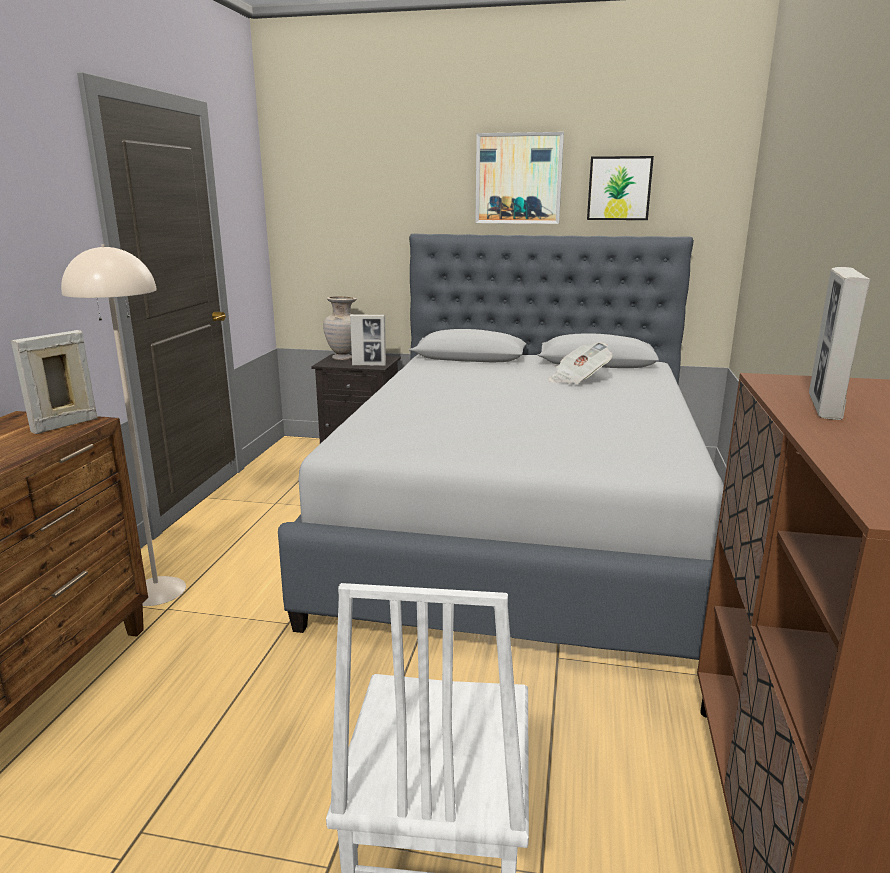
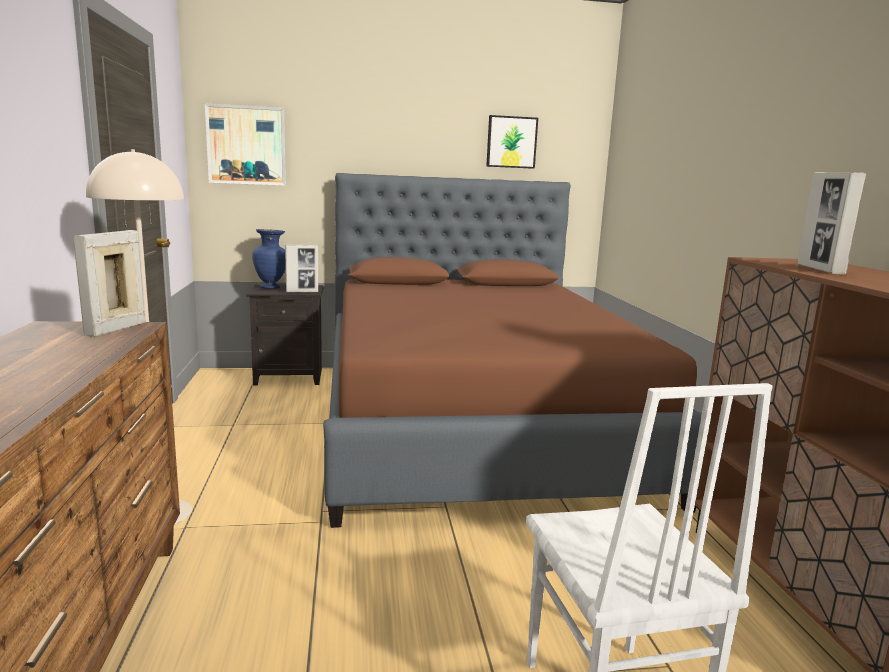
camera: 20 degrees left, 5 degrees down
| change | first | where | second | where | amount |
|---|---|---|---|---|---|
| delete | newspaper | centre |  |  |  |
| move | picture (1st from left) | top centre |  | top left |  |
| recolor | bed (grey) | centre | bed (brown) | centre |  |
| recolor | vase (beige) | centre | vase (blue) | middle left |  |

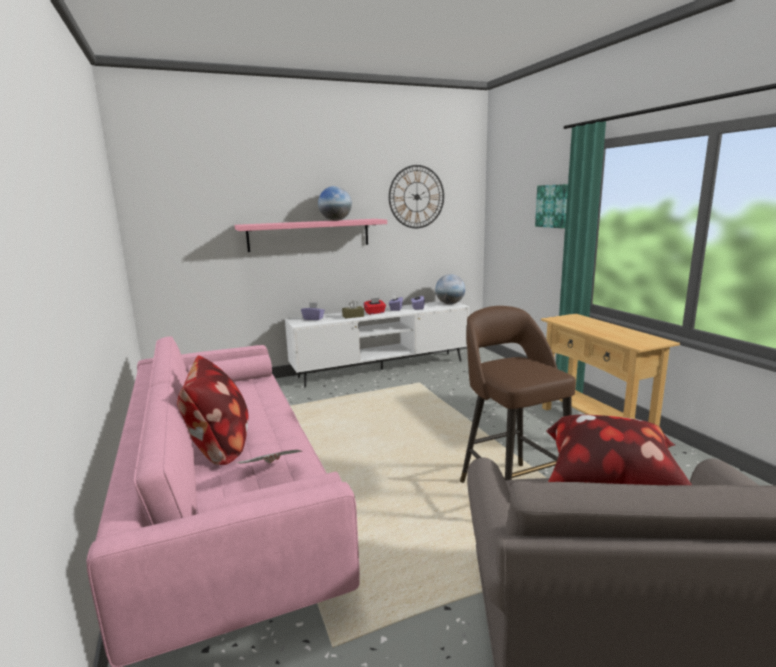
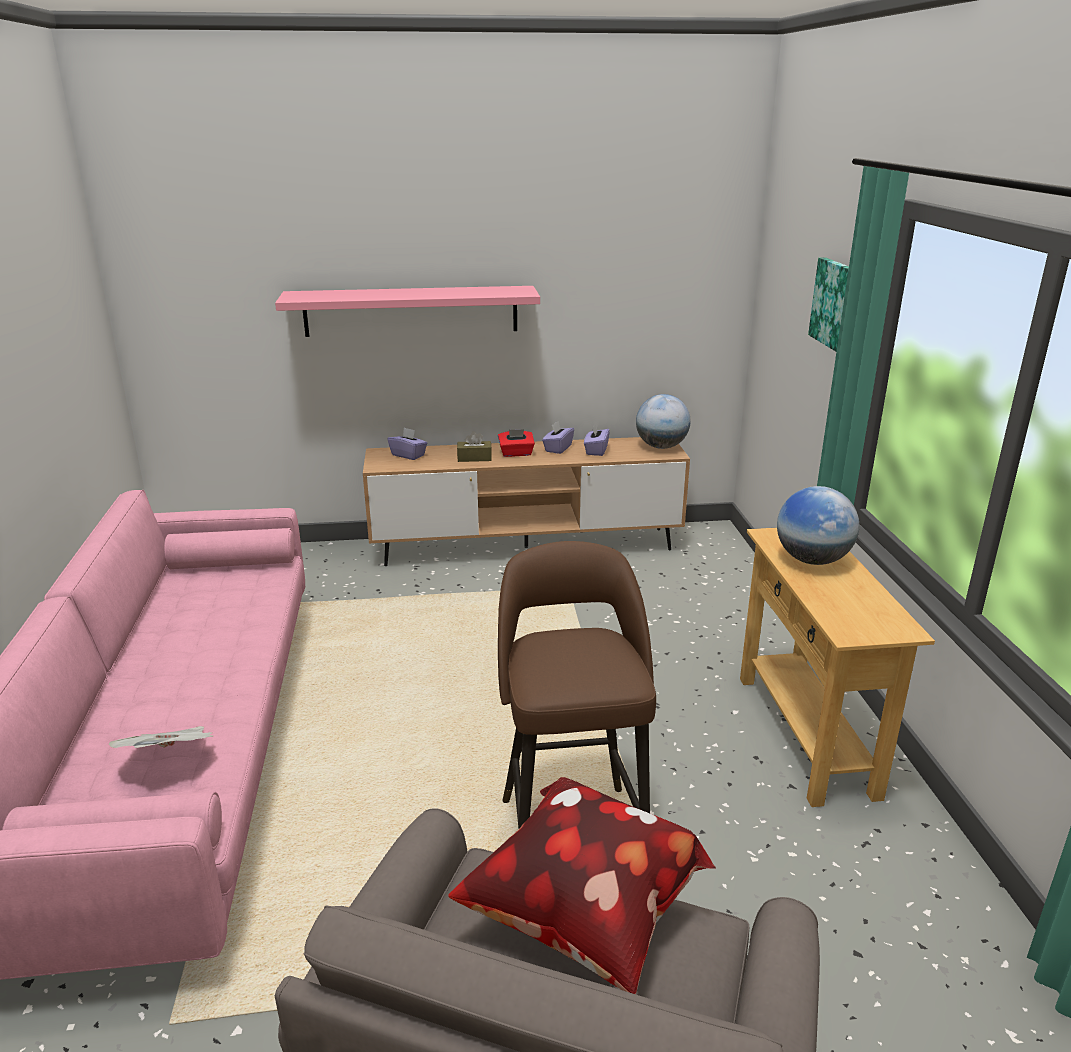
camera: 15 degrees right, 10 degrees up
| change | first | where | second | where | amount |
|---|---|---|---|---|---|
| delete | pillow (1st from left) | middle left |  |  |  |
| delete | wall clock | top centre |  |  |  |
| move | globe (1st from left in the first image) | top centre | globe (2nd from left) | middle right |  |
| recolor | tv stand (white) | centre | tv stand (brown) | centre |  |

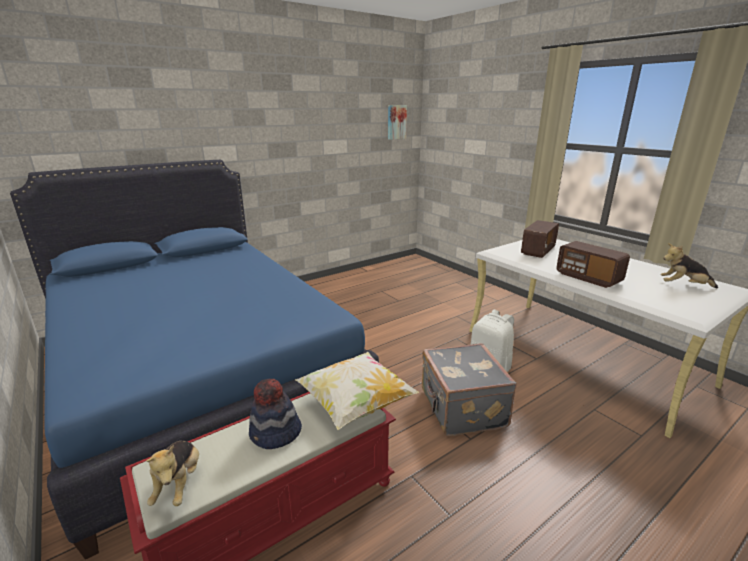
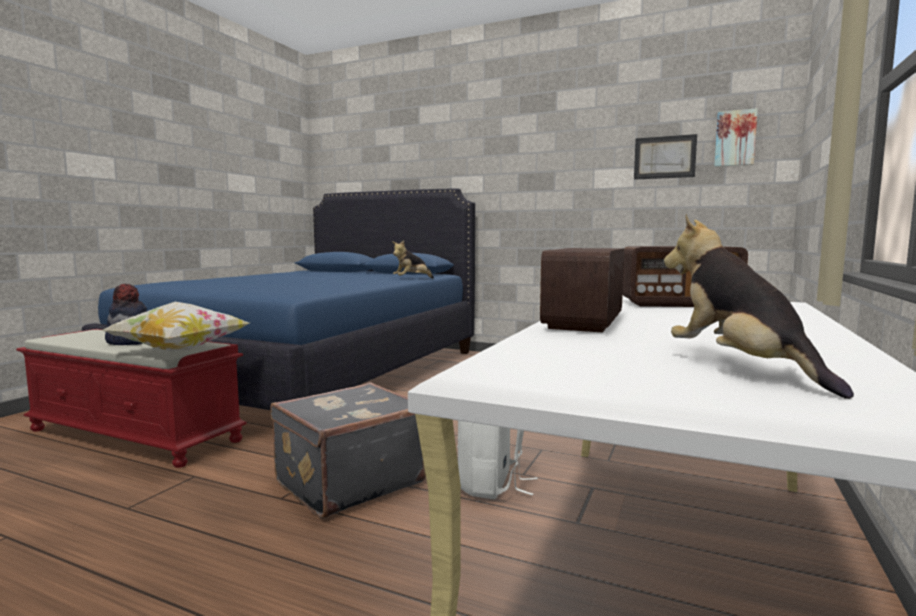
camera: 60 degrees right, 15 degrees down
| change | first | where | second | where | amount |
|---|---|---|---|---|---|
| insert |  |  | picture (1st from left) | top right |  |
| move | plush toy (1st from left) | bottom left |  | centre |  |

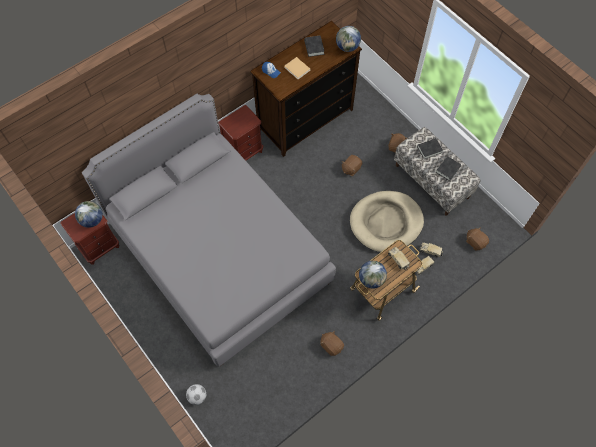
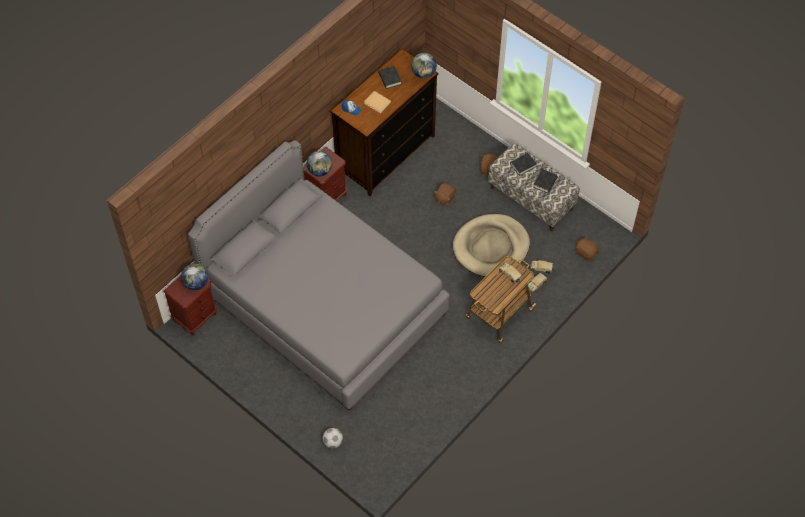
camera: 10 degrees left, 5 degrees down
| change | first | where | second | where | amount |
|---|---|---|---|---|---|
| delete | plush toy (brown) (1st from left) | bottom centre |  |  |  |
| move | globe (3rd from left in the first image) | centre | globe (2nd from left) | top centre |  |

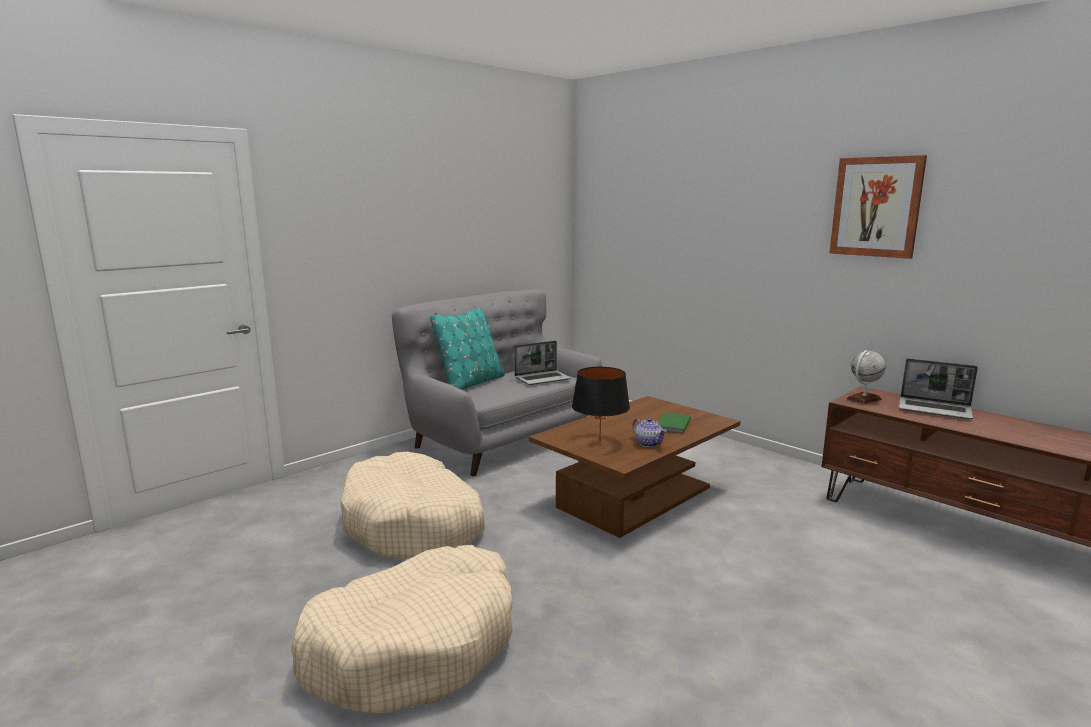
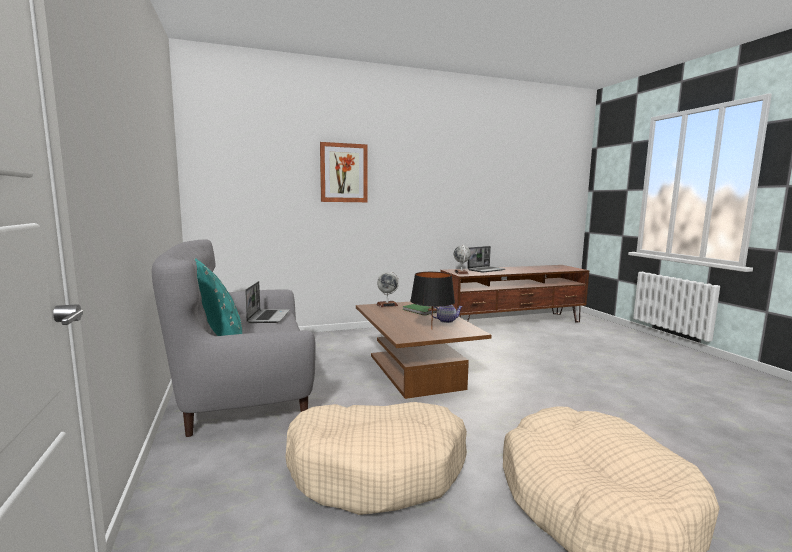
camera: 65 degrees left, 5 degrees down
| change | first | where | second | where | amount |
|---|---|---|---|---|---|
| insert |  |  | globe (1st from left) | centre |  |
| move | picture | top right |  | top centre |  |

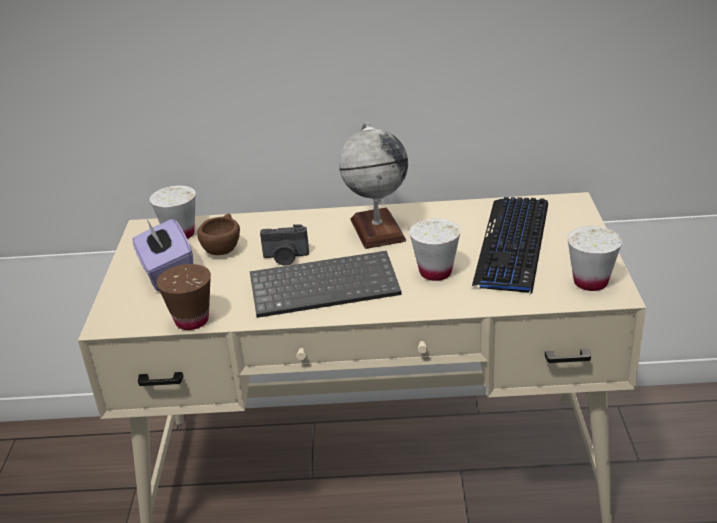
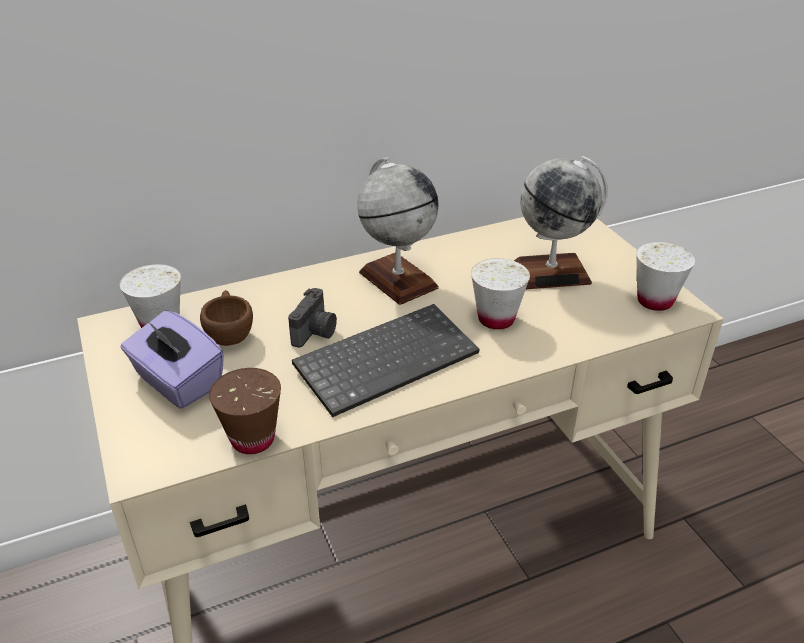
camera: 25 degrees left, 5 degrees up
| change | first | where | second | where | amount |
|---|---|---|---|---|---|
| replace | keyboard (2nd from left) | middle right | globe (2nd from left) | middle right |  |
| rotate | photo camera | centre |  | centre | 45 degrees counterclockwise |

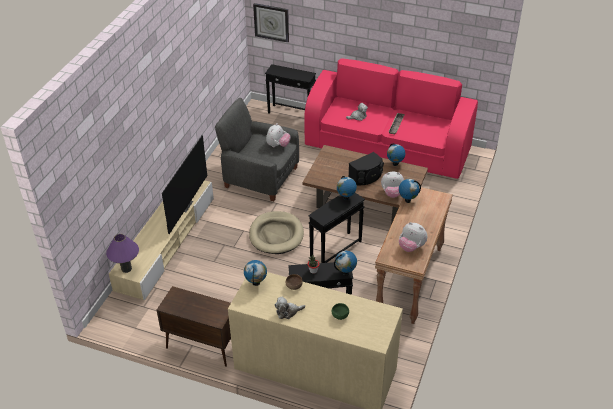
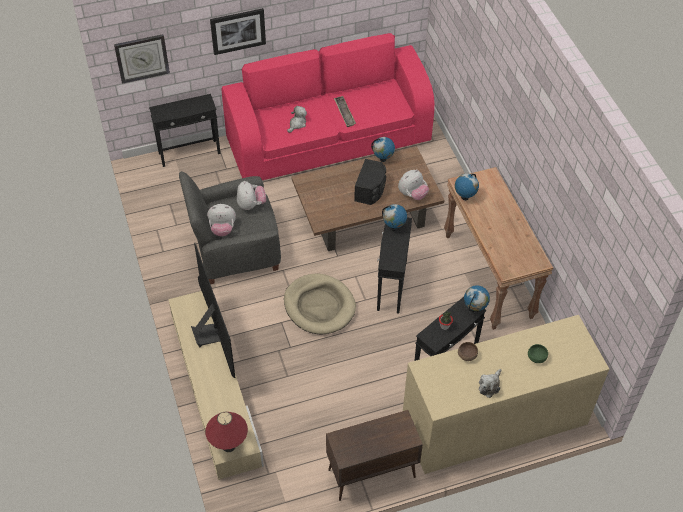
camera: 40 degrees left, 10 degrees up
| change | first | where | second | where | amount |
|---|---|---|---|---|---|
| delete | globe (1st from left) | bottom centre |  |  |  |
| insert |  |  | picture | top centre |  |
| move | plush toy (5th from left in the first image) | middle right | plush toy (1st from left) | middle left |  |
| recolor | table lamp (purple) | middle left | table lamp (red) | bottom left |  |

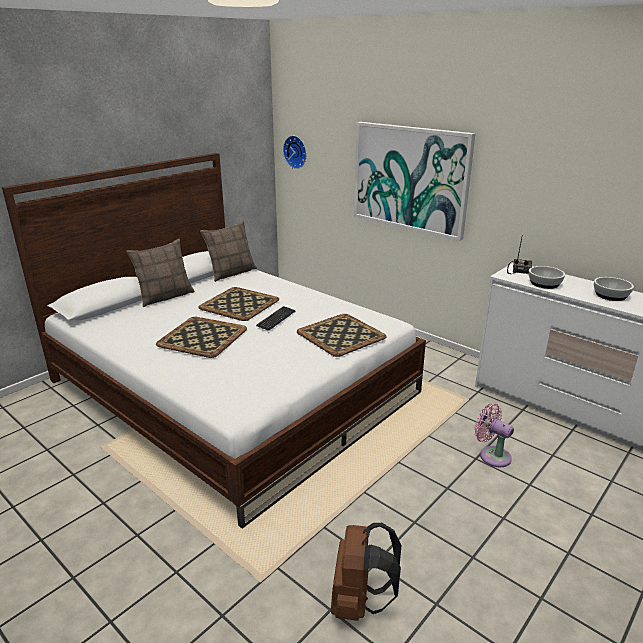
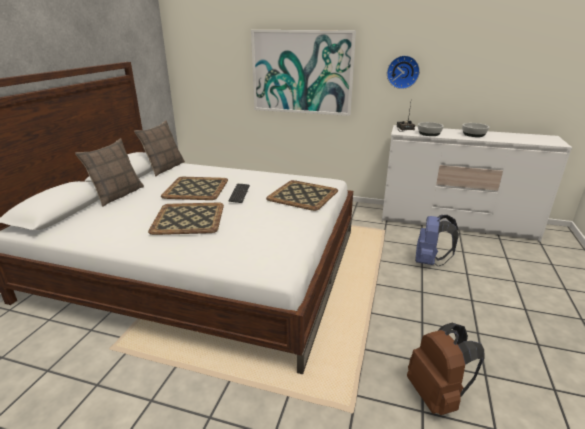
camera: 25 degrees left, 0 degrees up
| change | first | where | second | where | amount |
|---|---|---|---|---|---|
| move | wall clock | top centre |  | top right |  |
| replace | fan (pink) | bottom right | backpack (blue) | middle right |  |

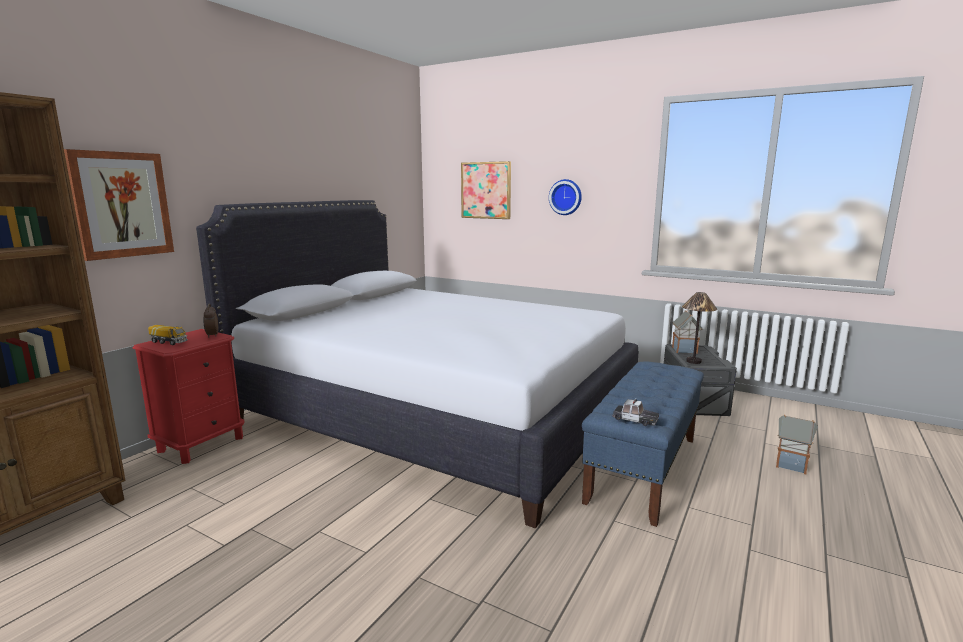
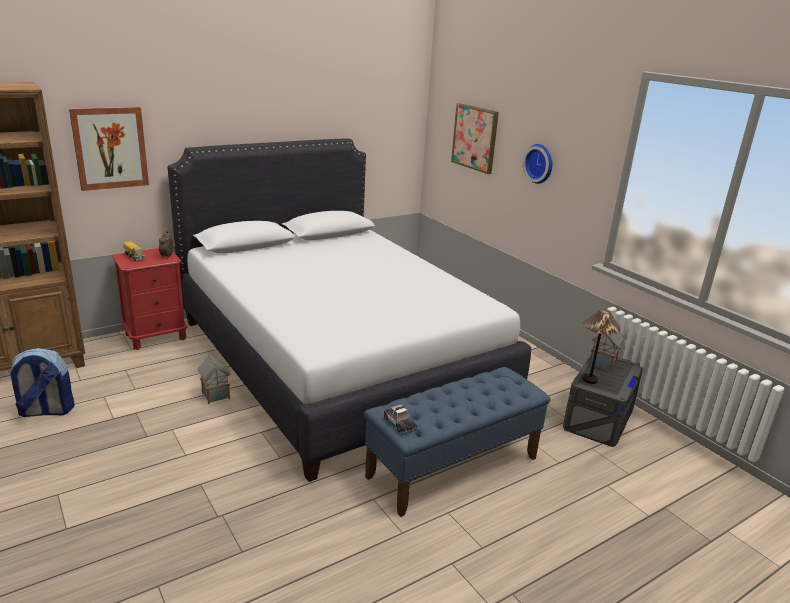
camera: 25 degrees right, 10 degrees up
| change | first | where | second | where | amount |
|---|---|---|---|---|---|
| insert |  |  | backpack | middle left |  |
| move | toy house (2nd from left in the first image) | bottom right | toy house (1st from left) | middle left |  |

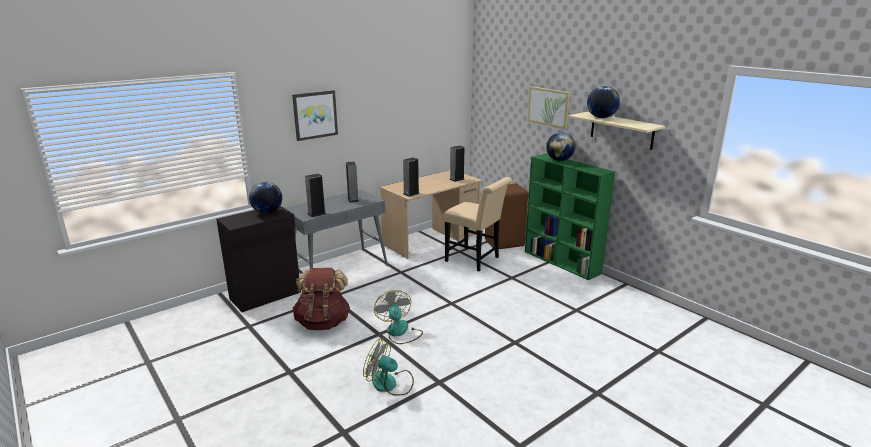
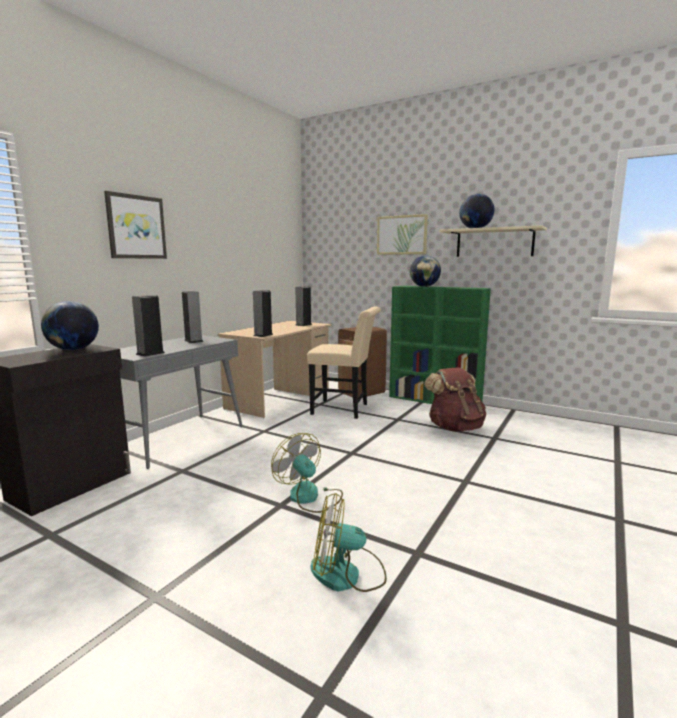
camera: 20 degrees left, 10 degrees down
| change | first | where | second | where | amount |
|---|---|---|---|---|---|
| move | backpack (brown) | bottom centre |  | middle right |  |

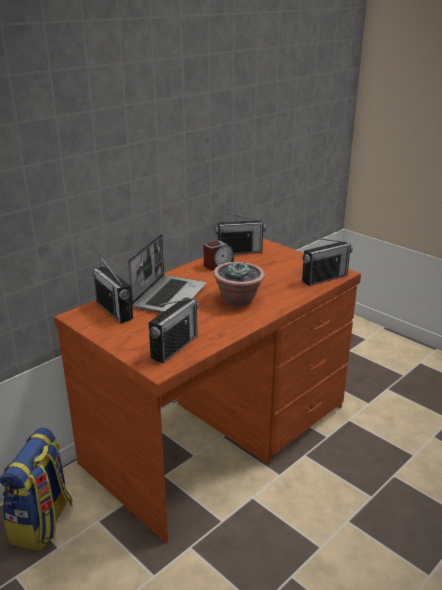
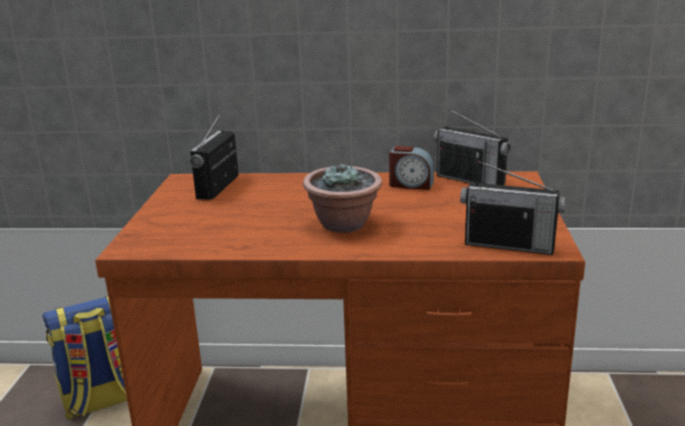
camera: 50 degrees right, 5 degrees down
| change | first | where | second | where | amount |
|---|---|---|---|---|---|
| delete | laptop | centre |  |  |  |
| delete | radio (2nd from left) | centre |  |  |  |

